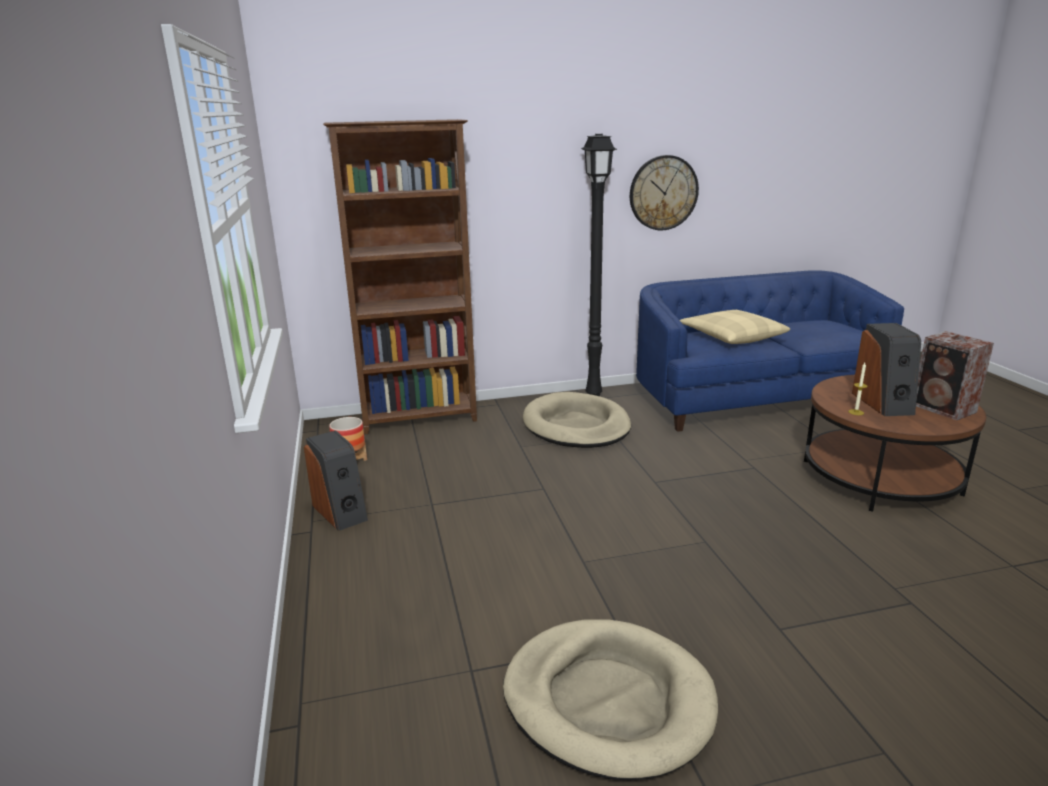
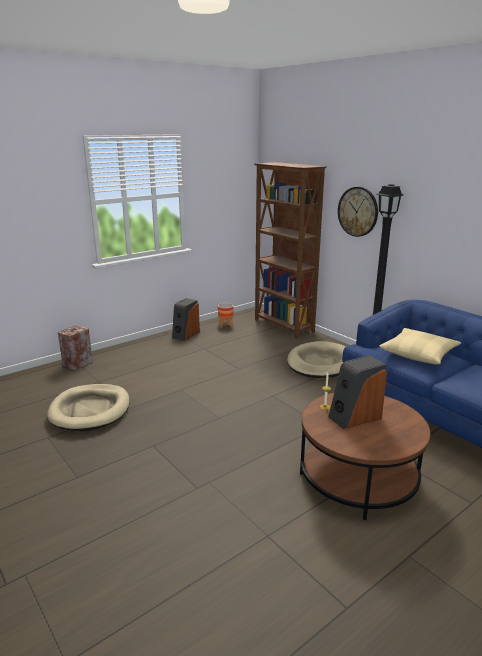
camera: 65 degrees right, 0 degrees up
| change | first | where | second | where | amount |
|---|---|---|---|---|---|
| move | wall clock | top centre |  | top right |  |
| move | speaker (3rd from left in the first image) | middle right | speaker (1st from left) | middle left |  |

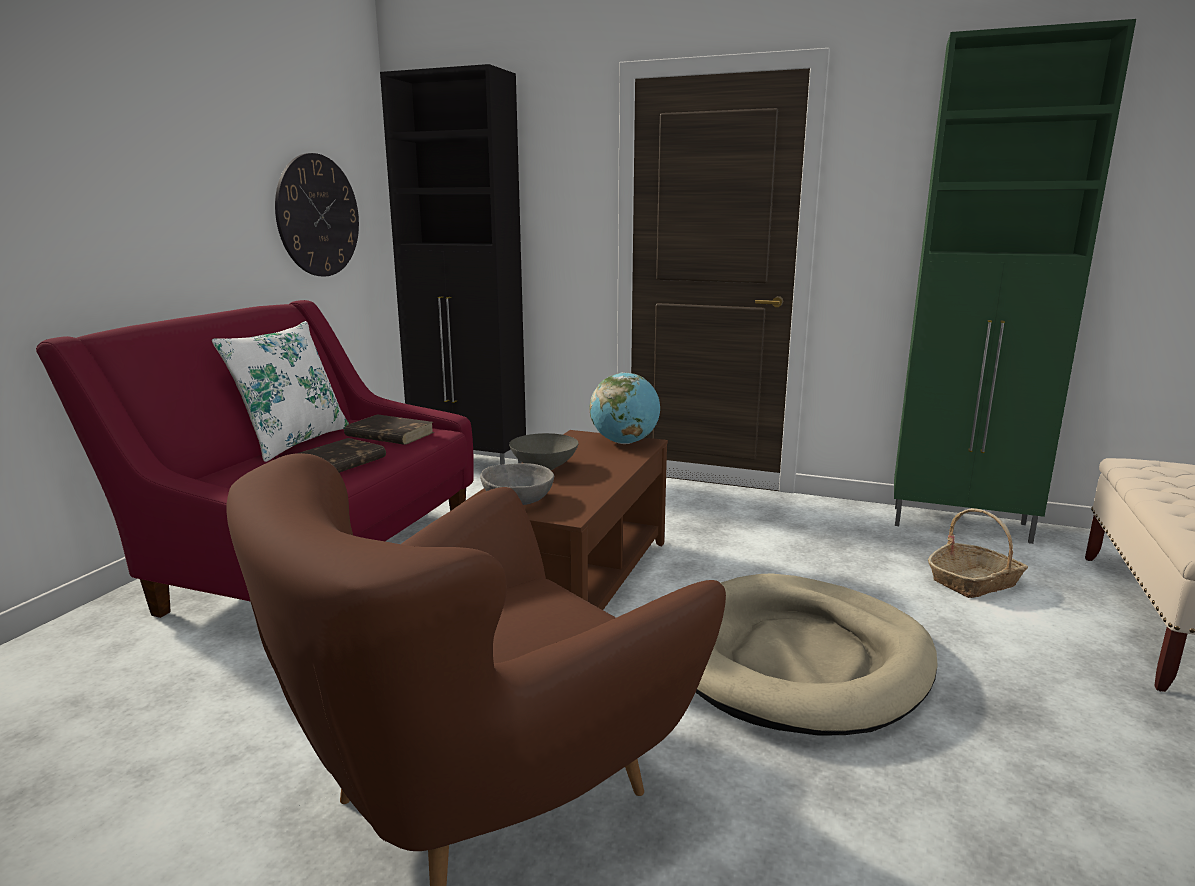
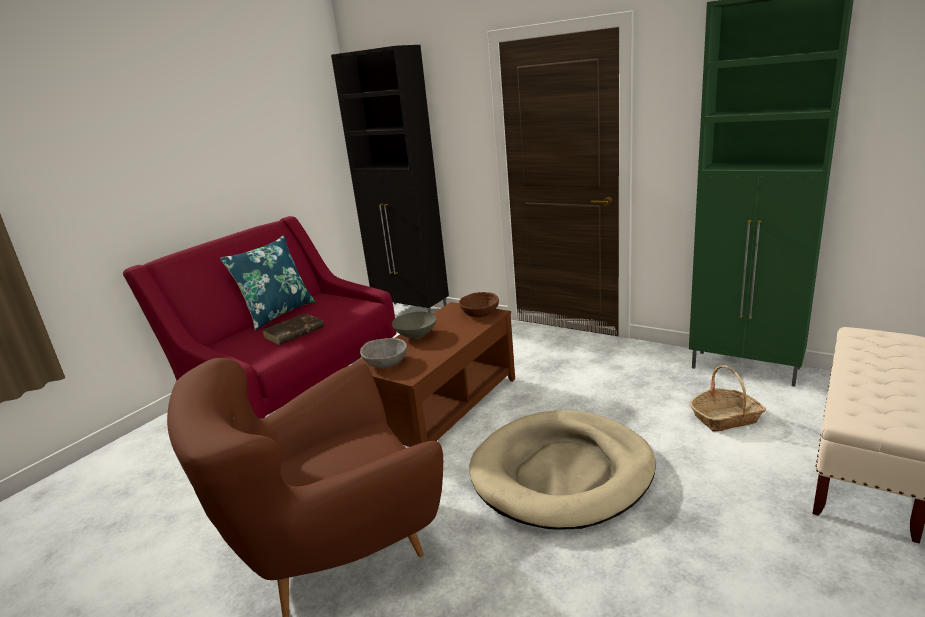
camera: 15 degrees right, 5 degrees up
| change | first | where | second | where | amount |
|---|---|---|---|---|---|
| delete | wall clock | top left |  |  |  |
| delete | book (brown) (2nd from left) | middle left |  |  |  |
| replace | globe | centre | bowl (brown) | centre |  |
| recolor | pillow (white) | middle left | pillow (blue) | middle left |  |

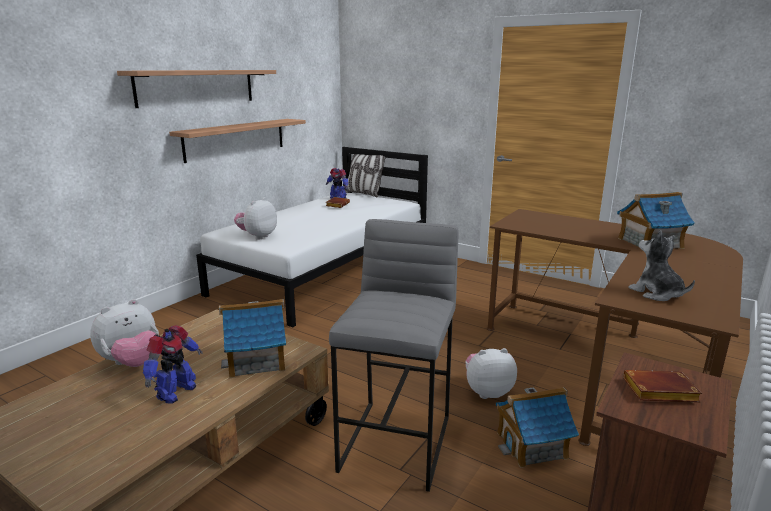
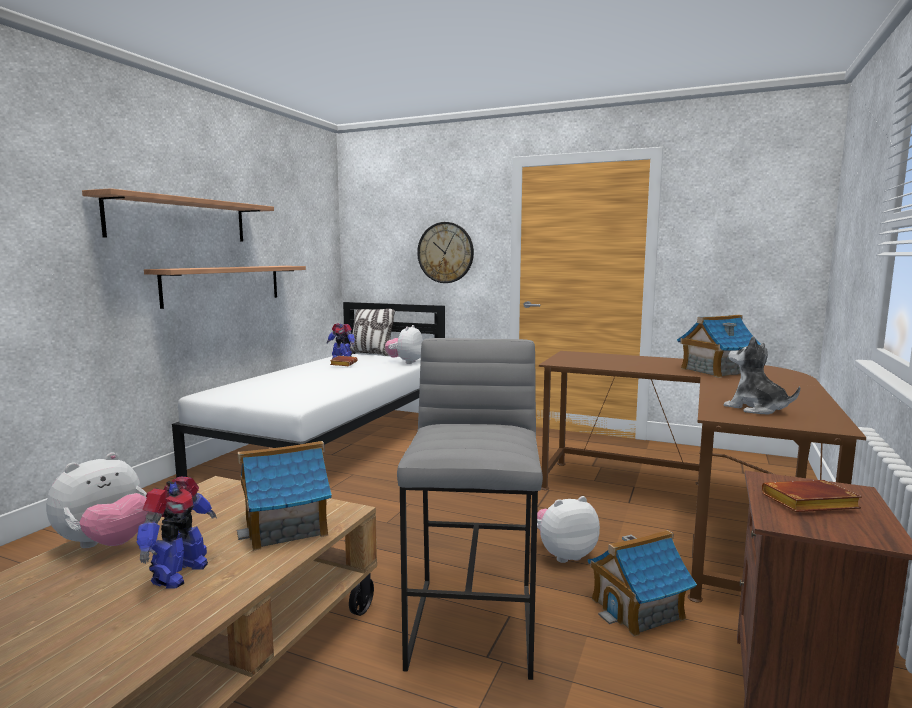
camera: 10 degrees left, 10 degrees down
| change | first | where | second | where | amount |
|---|---|---|---|---|---|
| insert |  |  | wall clock | centre |  |
| move | plush toy (2nd from left) | middle left |  | centre |  |

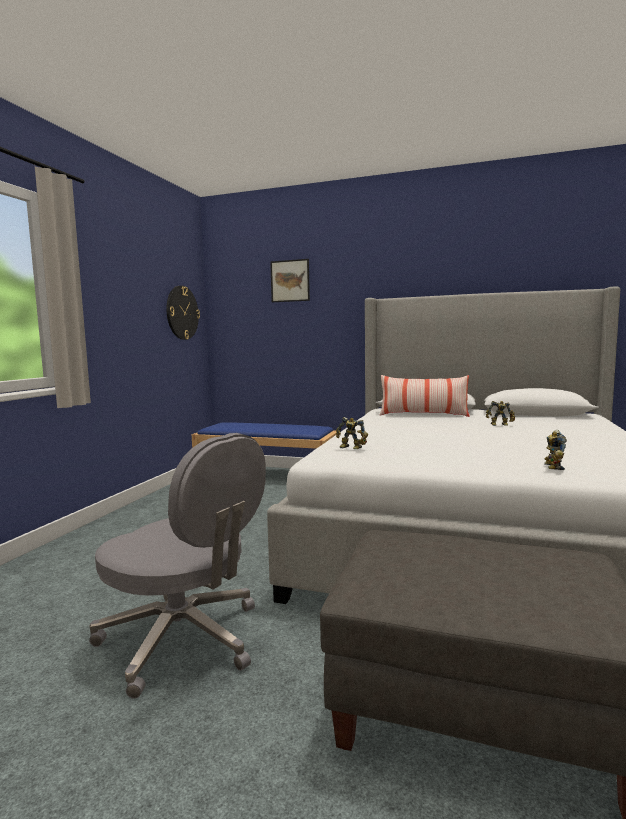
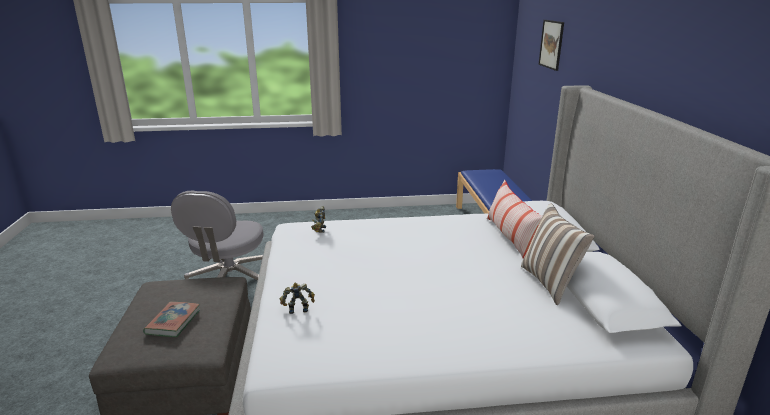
camera: 65 degrees right, 15 degrees up
| change | first | where | second | where | amount |
|---|---|---|---|---|---|
| delete | wall clock | middle left |  |  |  |
| delete | toy robot (2nd from left) | middle right |  |  |  |
| insert |  |  | book | bottom left |  |
| insert |  |  | pillow (2nd from left) | middle right |  |

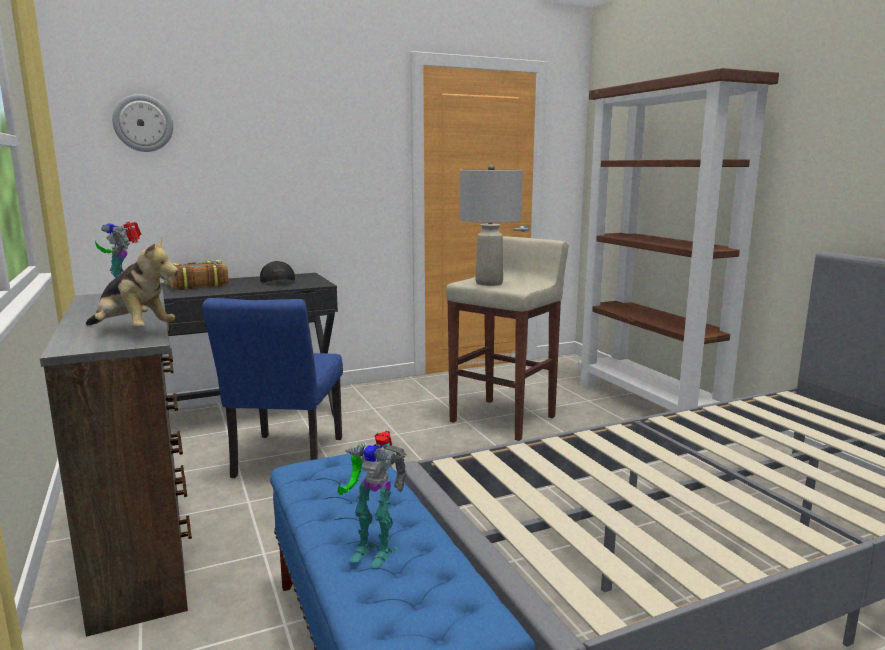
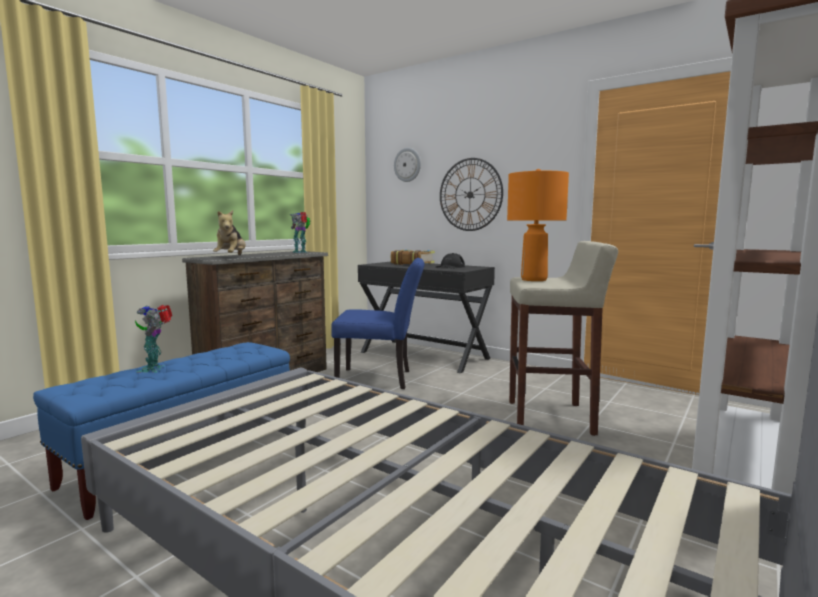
camera: 60 degrees right, 5 degrees down
| change | first | where | second | where | amount |
|---|---|---|---|---|---|
| insert |  |  | wall clock (2nd from left) | top centre |  |
| recolor | table lamp (grey) | centre | table lamp (orange) | centre |  |
| rotate | chair (blue) | middle left |  | centre | 150 degrees counterclockwise |

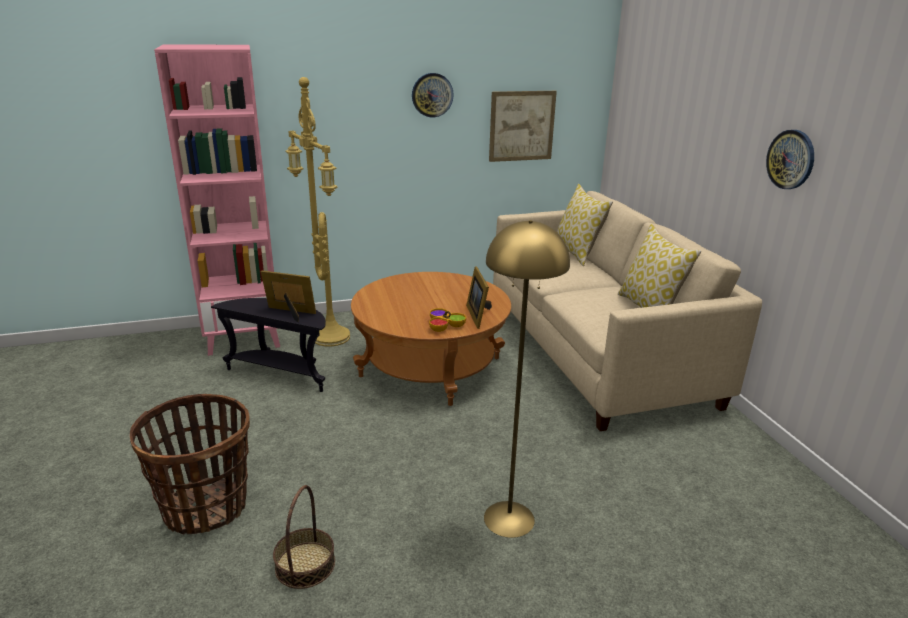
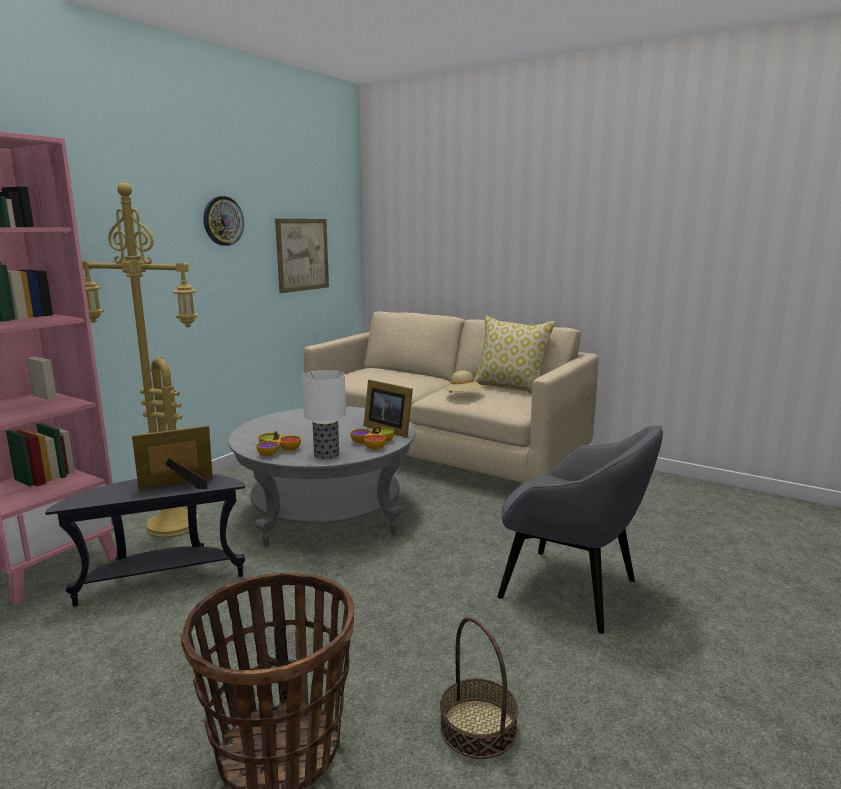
camera: 40 degrees left, 10 degrees down
| change | first | where | second | where | amount |
|---|---|---|---|---|---|
| delete | pillow (1st from left) | centre |  |  |  |
| delete | wall clock (2nd from left) | top right |  |  |  |
| insert |  |  | bowl (1st from left) | middle left |  |
| insert |  |  | table lamp | centre |  |
| insert |  |  | hat (beige) | centre |  |
| replace | floor lamp (yellow) (2nd from left) | centre | armchair (grey) | bottom right |  |
| recolor | coffee table (brown) | centre | coffee table (grey) | centre |  |

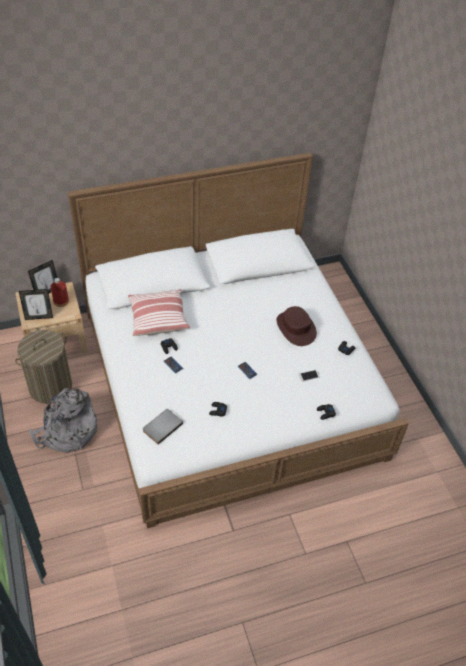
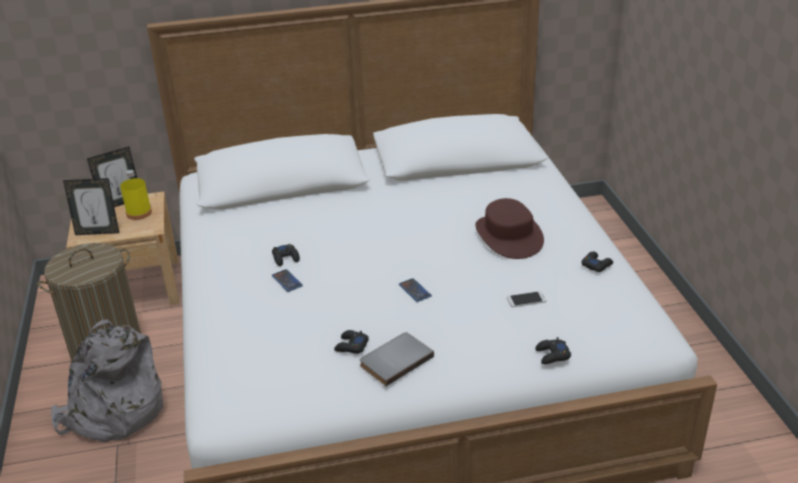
camera: 10 degrees right, 15 degrees down
| change | first | where | second | where | amount |
|---|---|---|---|---|---|
| delete | pillow | centre |  |  |  |
| move | book (grey) | centre |  | bottom centre |  |
| recolor | bottle (red) | middle left | bottle (yellow) | middle left |  |

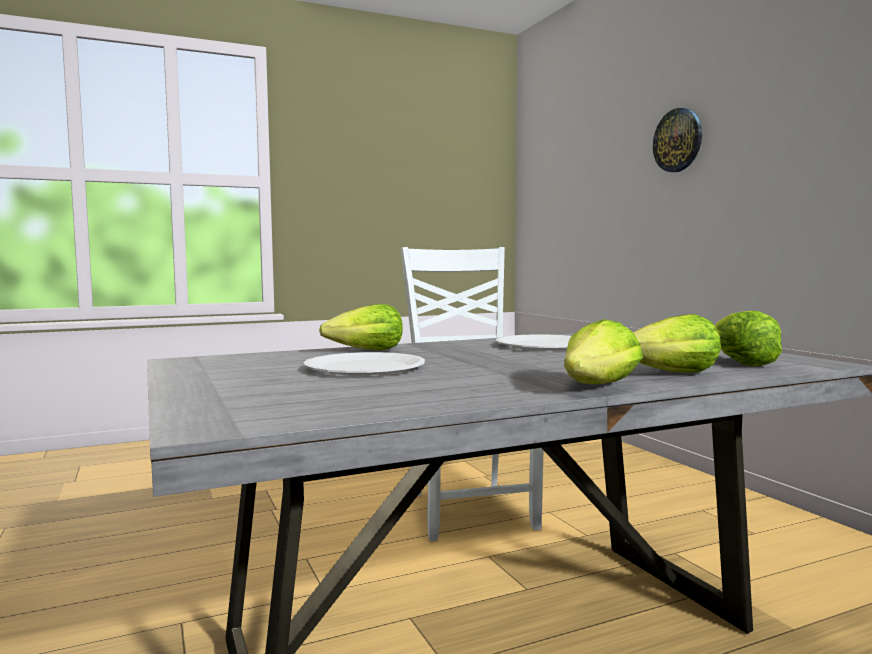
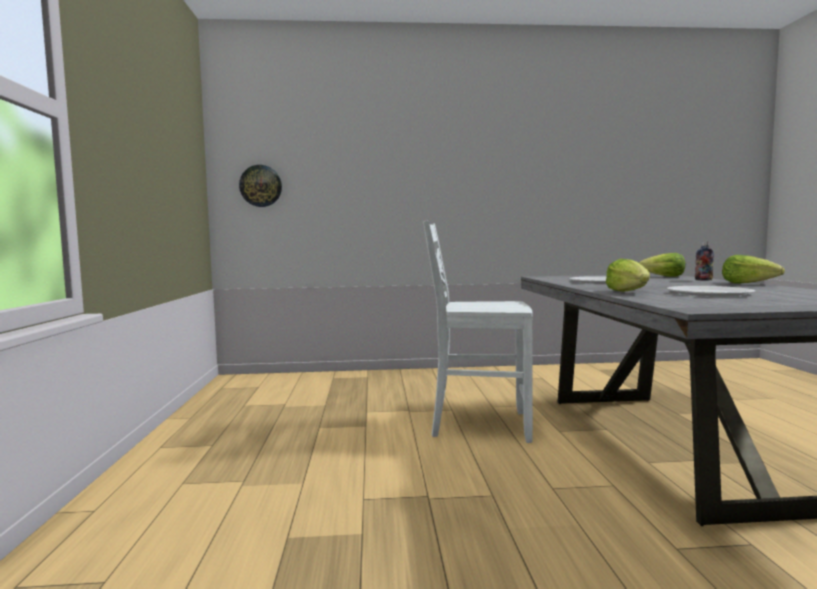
camera: 70 degrees left, 0 degrees up
| change | first | where | second | where | amount |
|---|---|---|---|---|---|
| move | wall clock | top right |  | top left |  |
| replace | lettuce (3rd from left) | middle right | bottle | middle right |  |

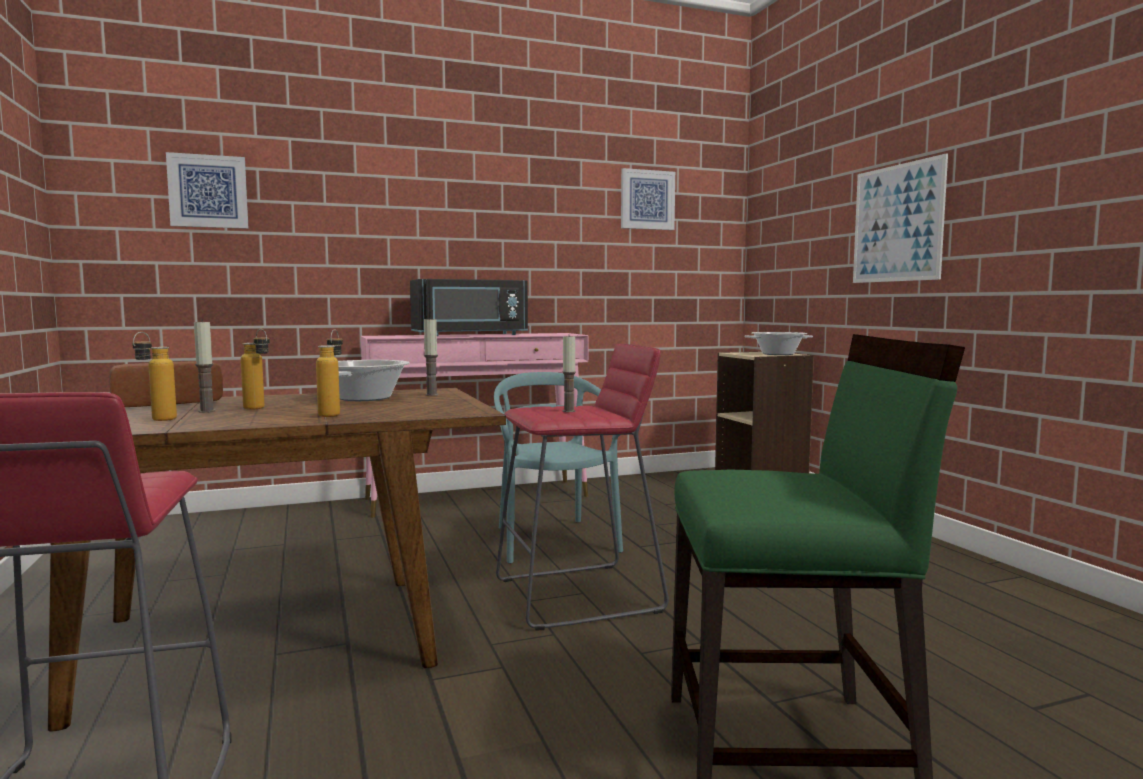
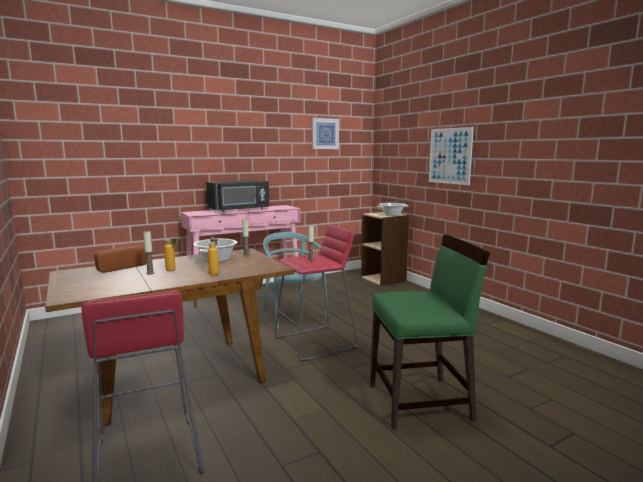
camera: 10 degrees left, 5 degrees up
| change | first | where | second | where | amount |
|---|---|---|---|---|---|
| delete | bottle (1st from left) | middle left |  |  |  |
| delete | picture (1st from left) | top left |  |  |  |

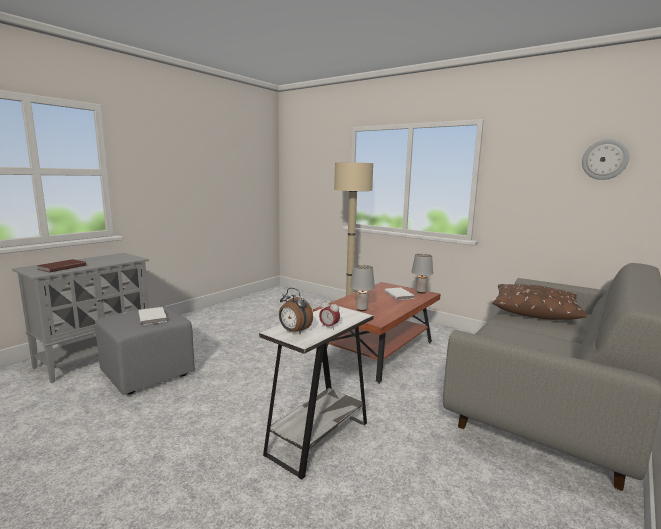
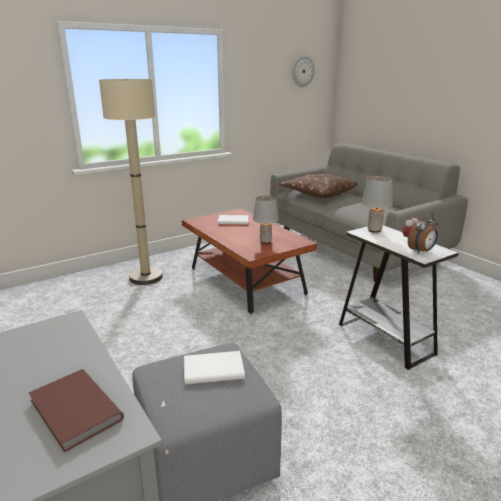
camera: 70 degrees left, 10 degrees up
| change | first | where | second | where | amount |
|---|---|---|---|---|---|
| move | table lamp (grey) (2nd from left) | centre |  | middle right |  |

